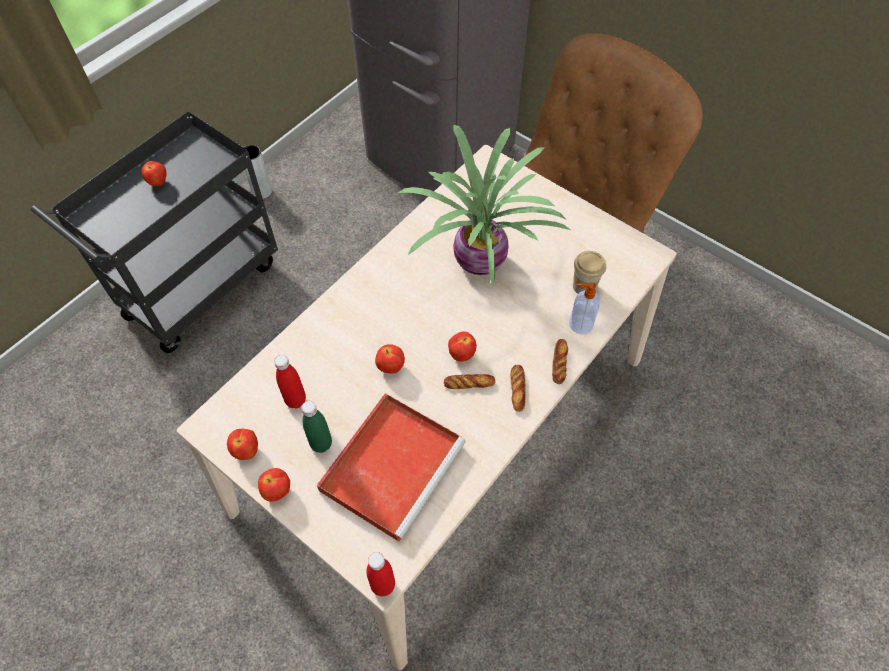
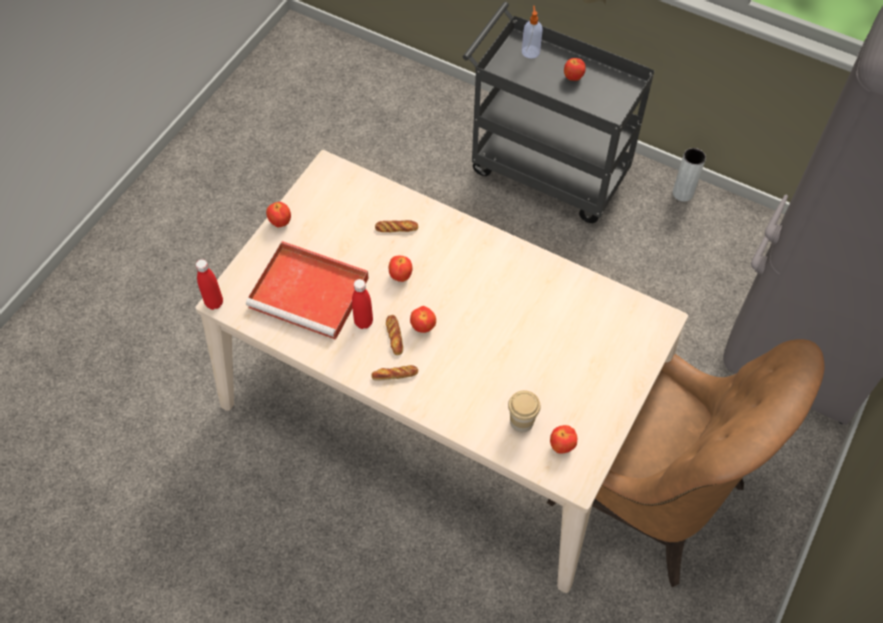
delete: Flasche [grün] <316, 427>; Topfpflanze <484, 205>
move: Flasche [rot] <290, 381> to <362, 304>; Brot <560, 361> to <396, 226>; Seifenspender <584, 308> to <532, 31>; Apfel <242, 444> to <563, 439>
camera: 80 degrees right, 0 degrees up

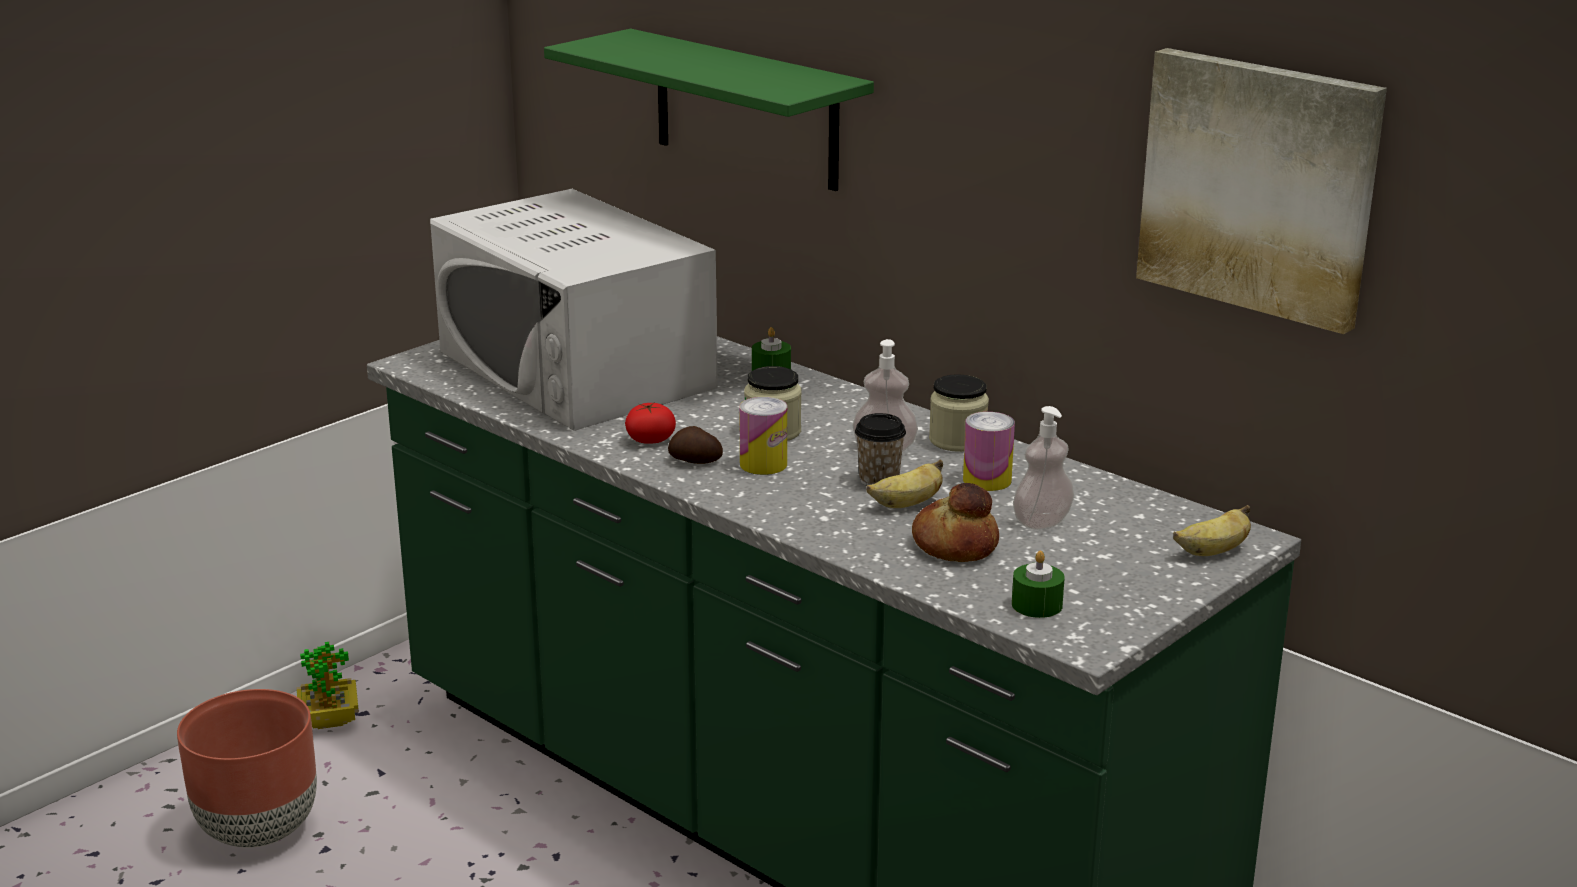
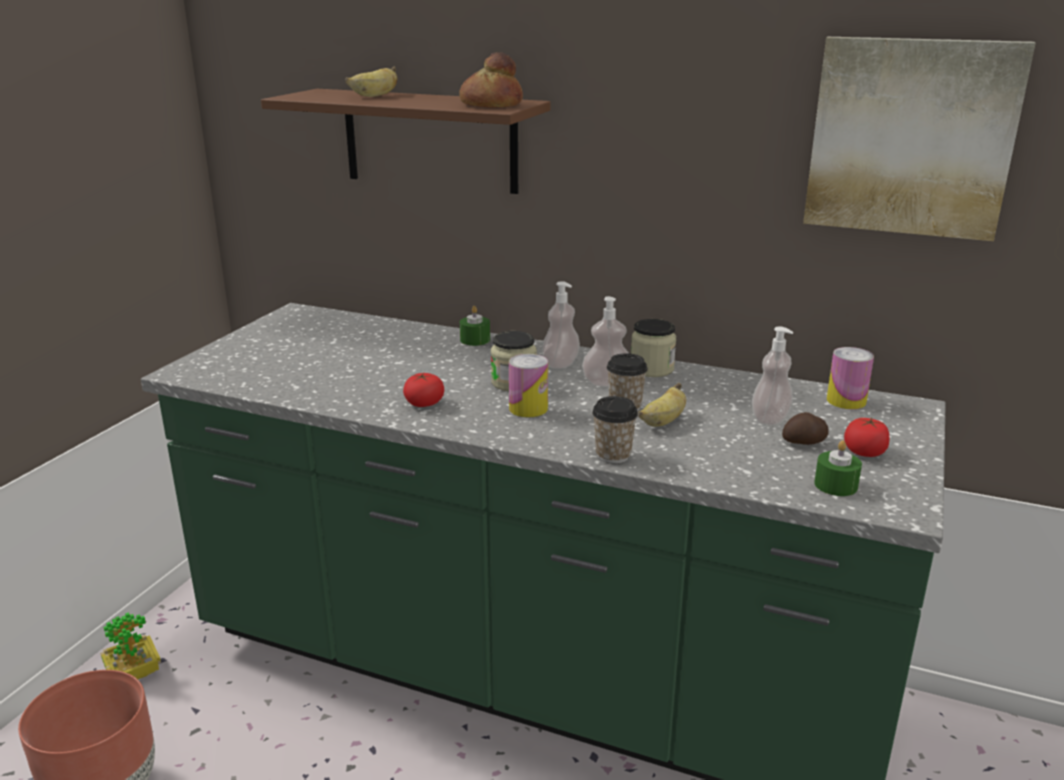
delete: Mikrowelle [weiß] <574, 310>
insert: Seifenspender <561, 325>; Tasse <615, 429>; Tomate <867, 437>
move: Banane <1212, 530> to <371, 82>; Brot <955, 522> to <491, 80>; Kartoffel <695, 445> to <805, 428>; Dose <989, 451> to <850, 378>
recolor: Wandregal [grün] <709, 110> to Wandregal [braun] <405, 141>
camera: 20 degrees left, 0 degrees up

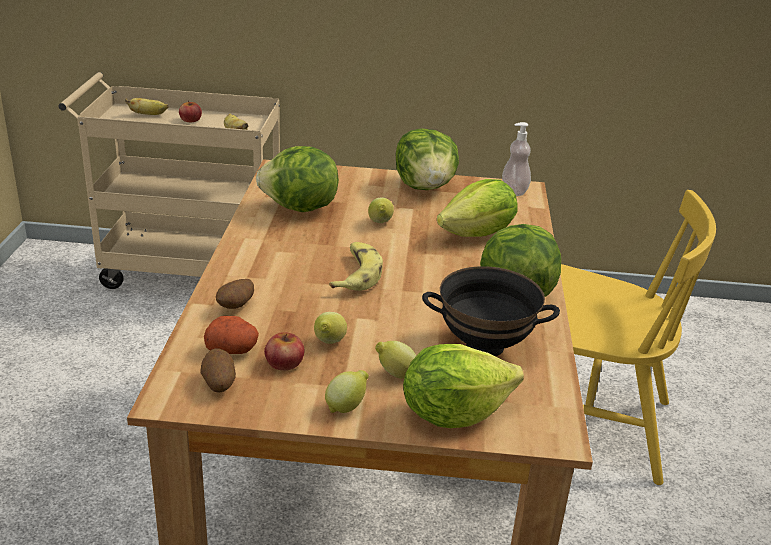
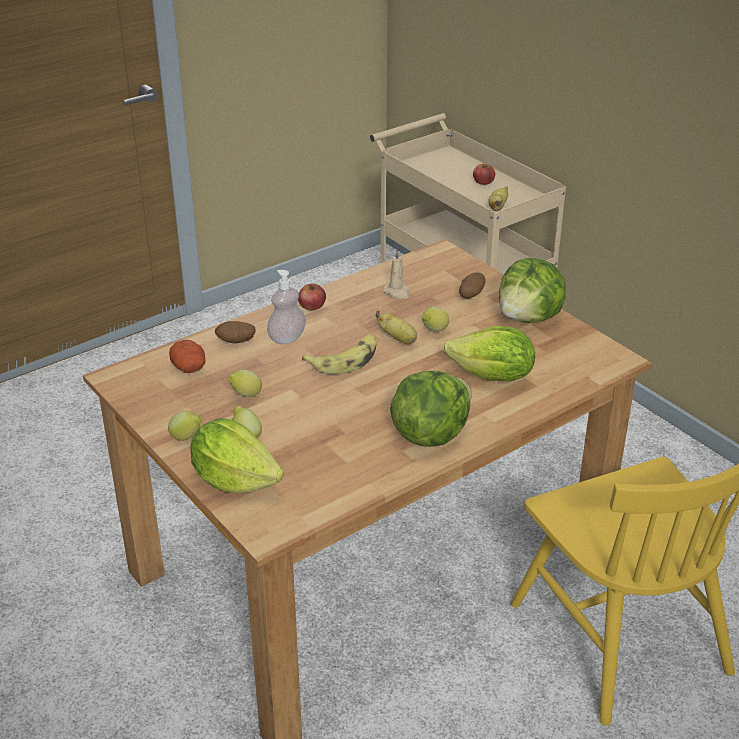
delete: Schüssel [schwarz] <491, 311>
move: Seifenspender <516, 159> to <286, 307>; Apfel <284, 351> to <312, 297>; Banane <146, 106> to <396, 327>; Kartoffel <218, 370> to <472, 285>
replace: Salatkopf <297, 179> to Kerze [beige] <396, 274>
camera: 50 degrees right, 5 degrees up

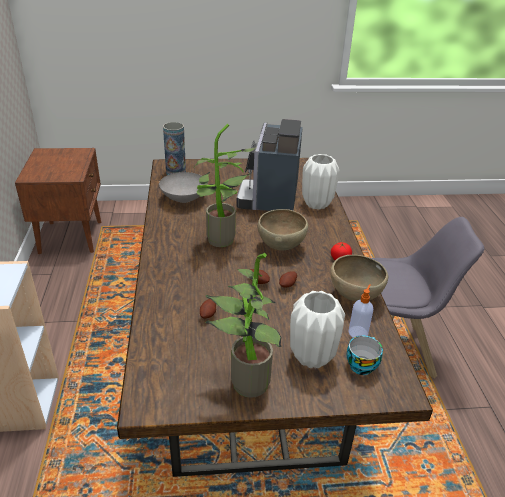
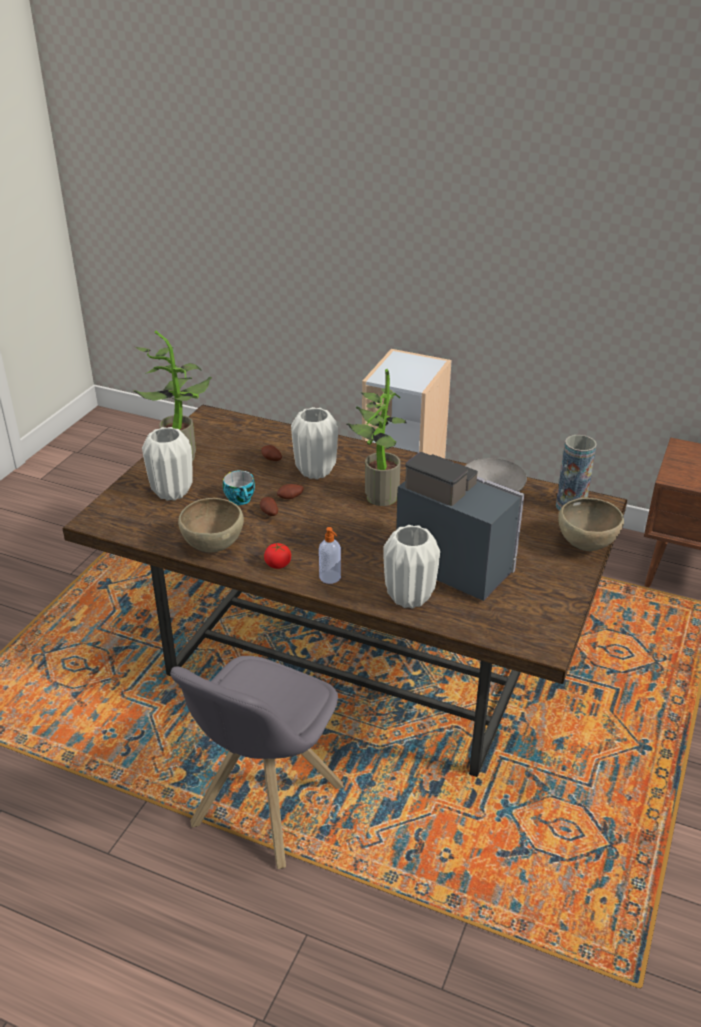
insert: Vase [weiß] <314, 443>
move: Tasse <364, 355> to <239, 487>; Seifenspender <360, 311> to <330, 555>; Schüssel [braun] <283, 230> to <591, 524>
camera: 120 degrees right, 0 degrees up

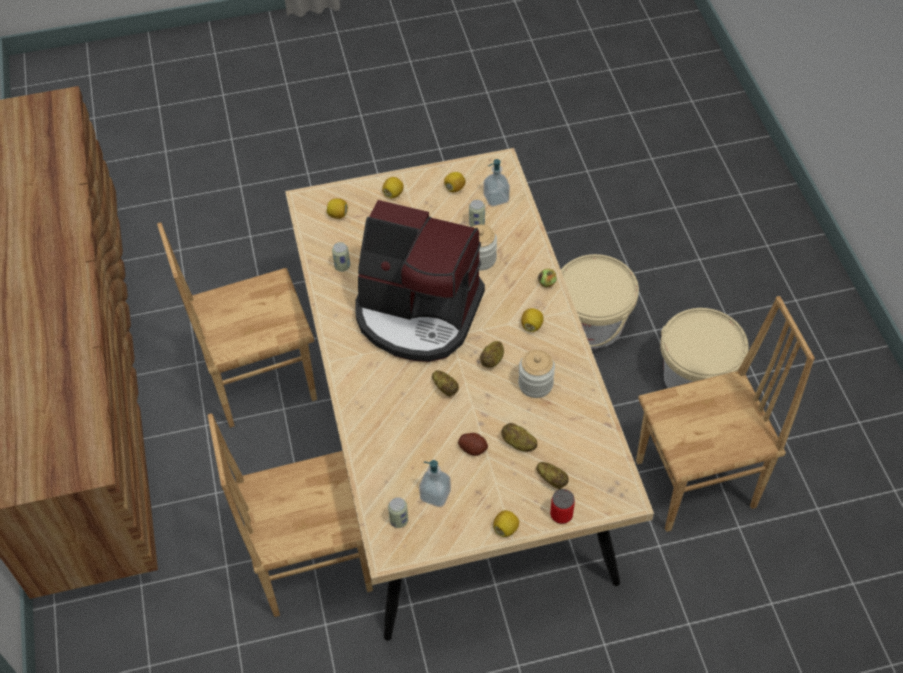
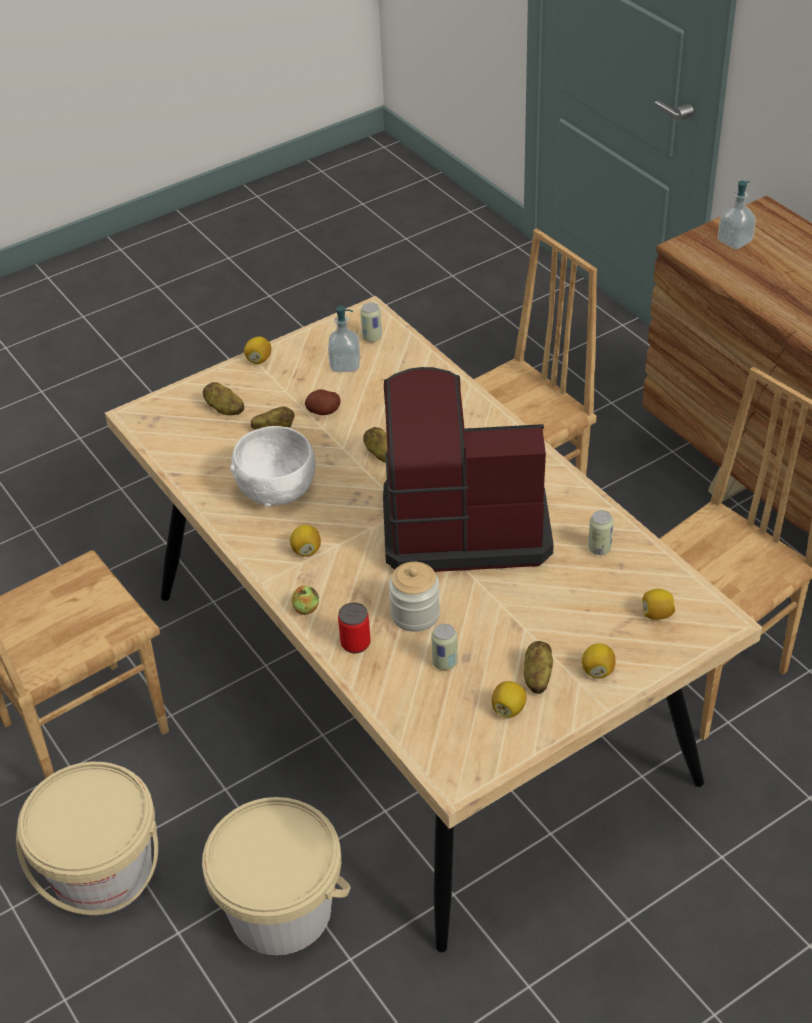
move: Dose <562, 506> to <354, 628>; Kartoffel <492, 354> to <538, 667>; Seifenspender <497, 182> to <736, 215>
replace: Vorratsglas <536, 374> to Schüssel [weiß] <272, 466>
camera: 160 degrees right, 10 degrees down

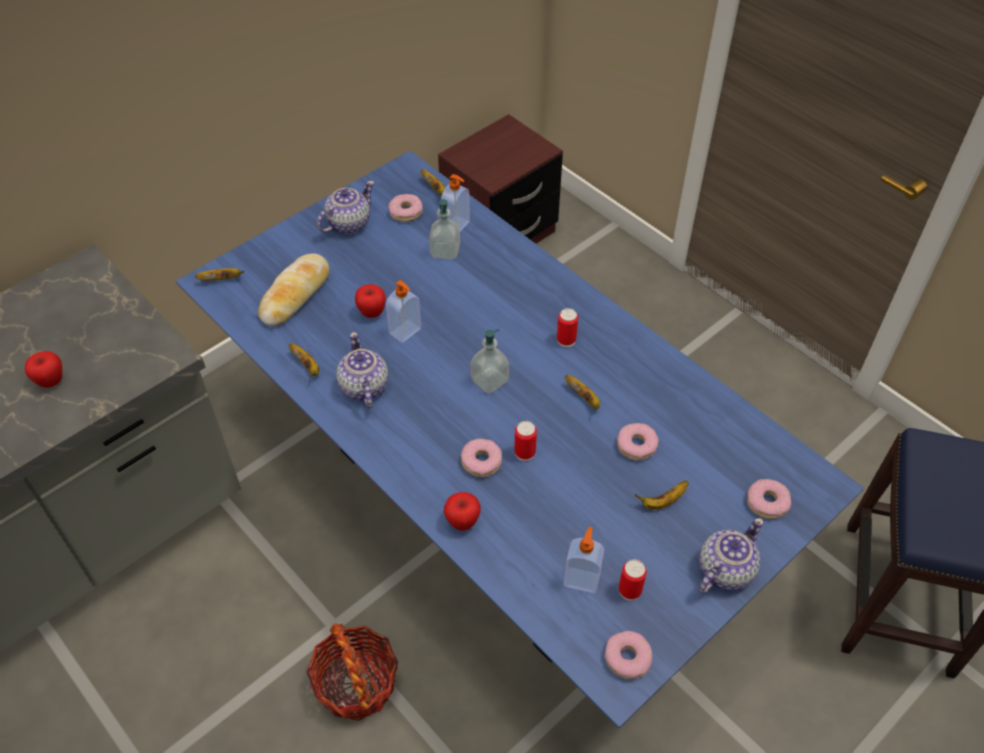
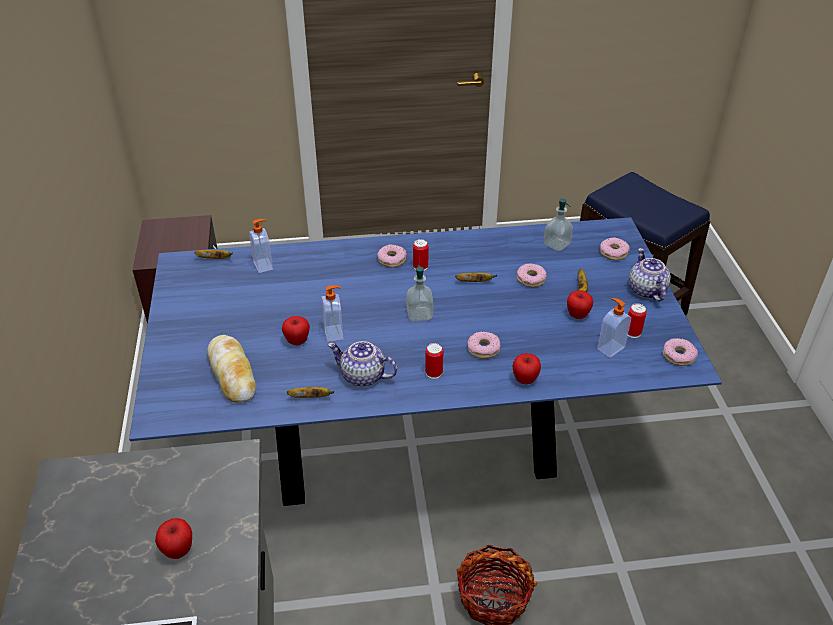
delete: Banane <219, 274>; Teekanne <345, 207>
insert: Apfel <580, 304>
move: Donut <405, 208> to <392, 256>; Dose <525, 441> to <434, 361>; Seifenspender <444, 229> to <558, 224>
camera: 55 degrees left, 10 degrees down

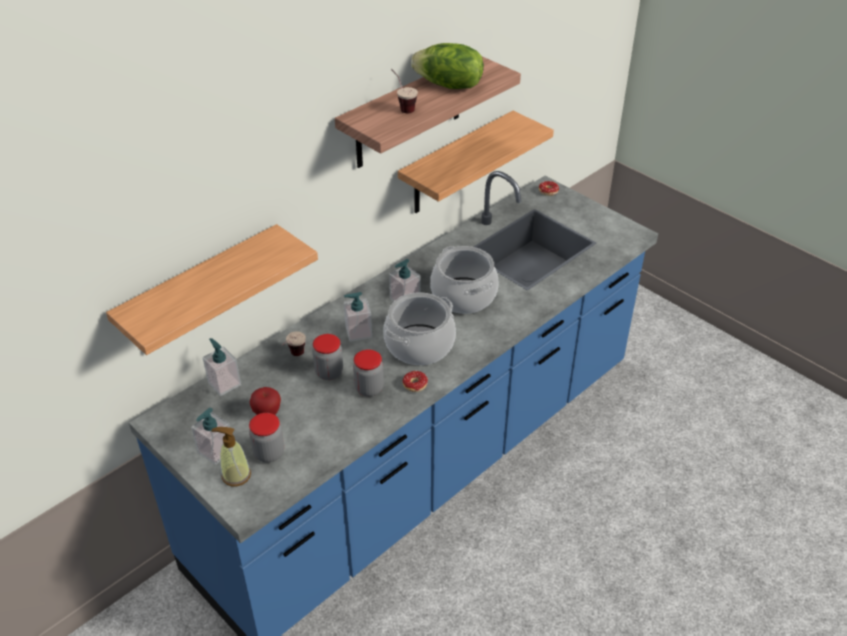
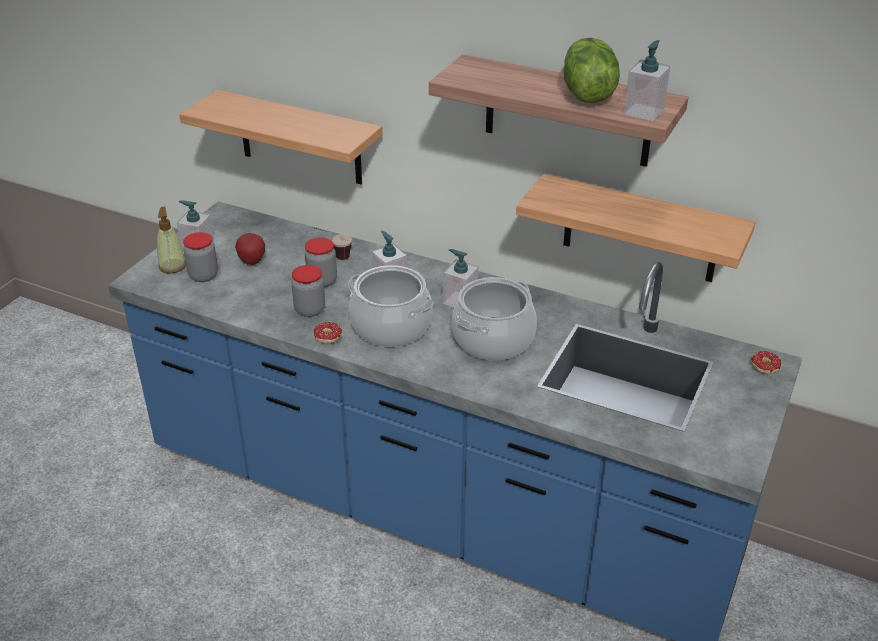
delete: Tasse <404, 90>
move: Seifenspender <221, 367> to <647, 80>
camera: 70 degrees right, 5 degrees down

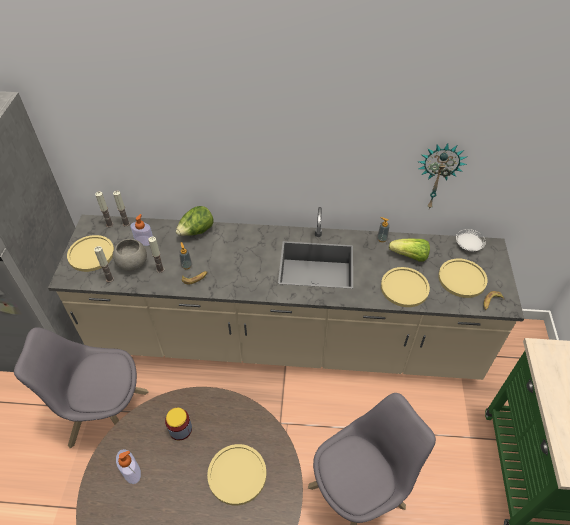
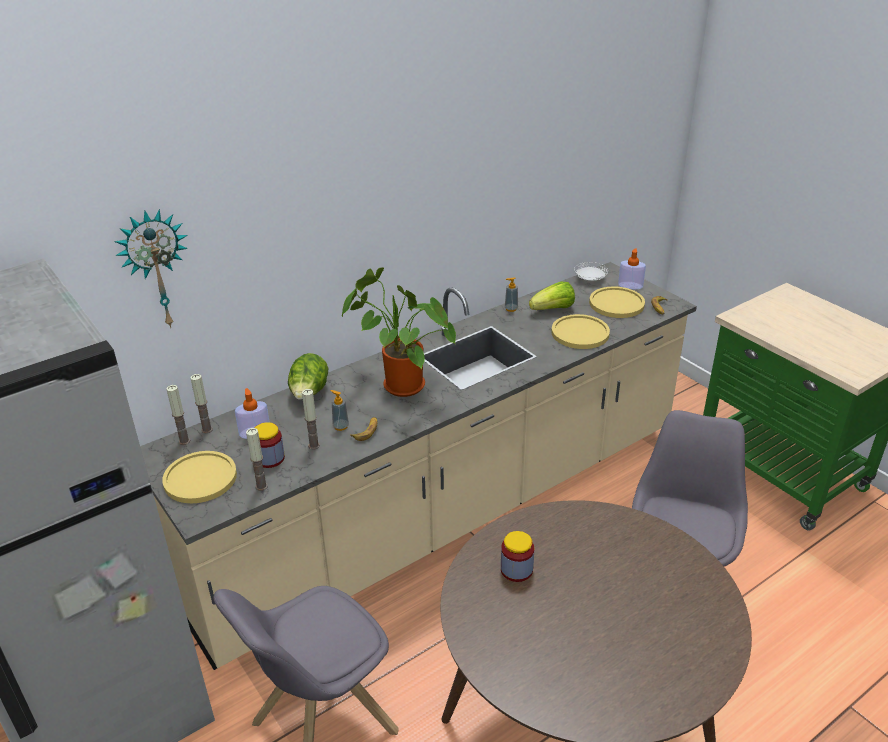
delete: Teller [gelb] <237, 474>
insert: Topfpflanze <399, 332>
move: Wanduhr <443, 176> to <151, 268>; Seifenspender <128, 466> to <632, 268>
replace: Schüssel [grau] <130, 255> to Vorratsglas <270, 445>
camera: 40 degrees left, 15 degrees down

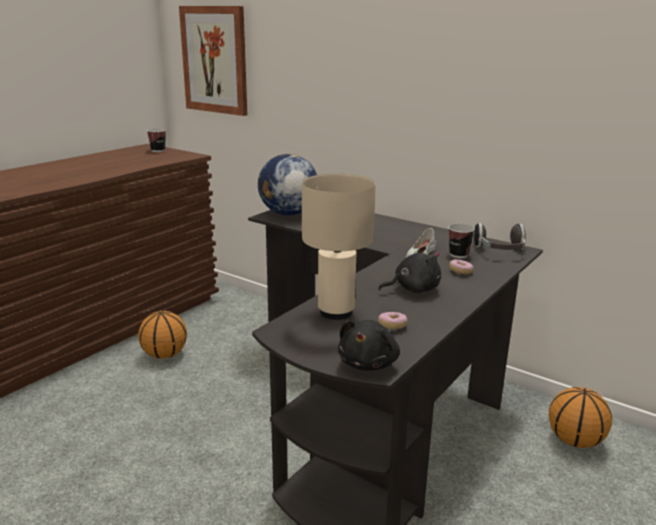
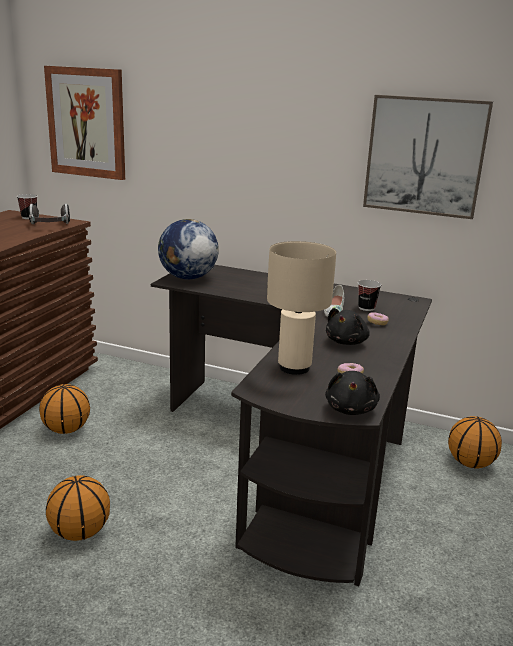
insert: Basketball <78, 508>; Bild <428, 157>
move: Kopfhörer <500, 236> to <49, 213>
rotate: Plüschtier [schwarz] <409, 269> = <348, 326> 150 degrees clockwise
camera: 15 degrees left, 0 degrees up

